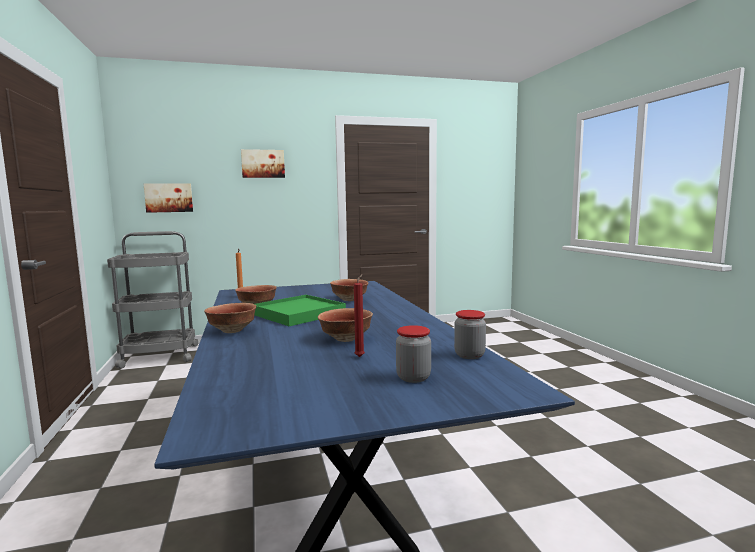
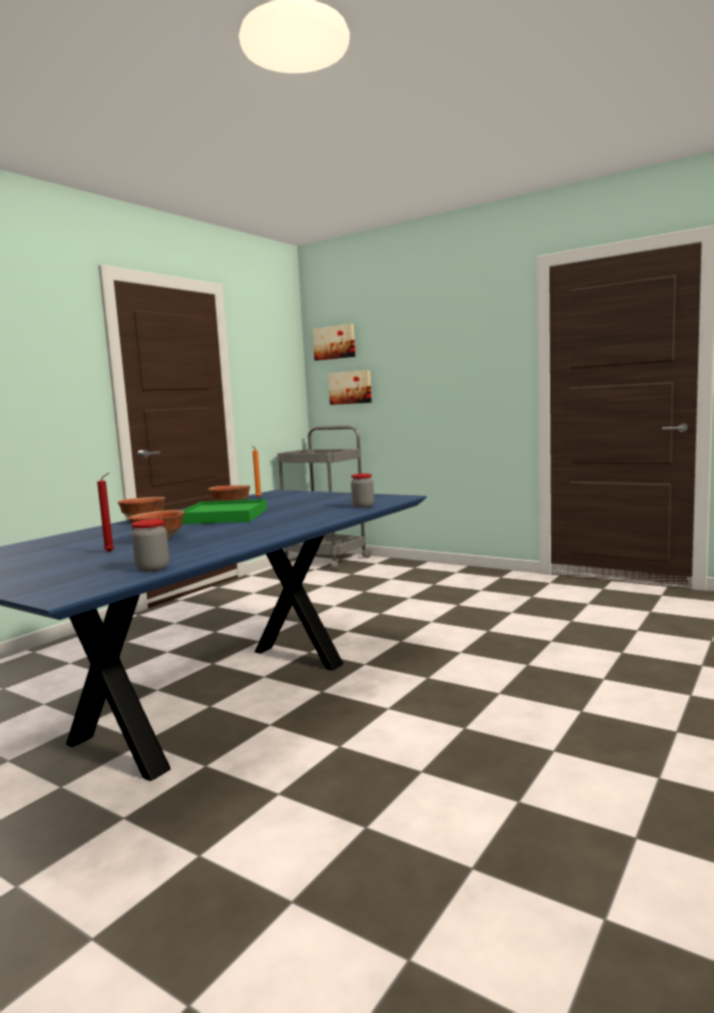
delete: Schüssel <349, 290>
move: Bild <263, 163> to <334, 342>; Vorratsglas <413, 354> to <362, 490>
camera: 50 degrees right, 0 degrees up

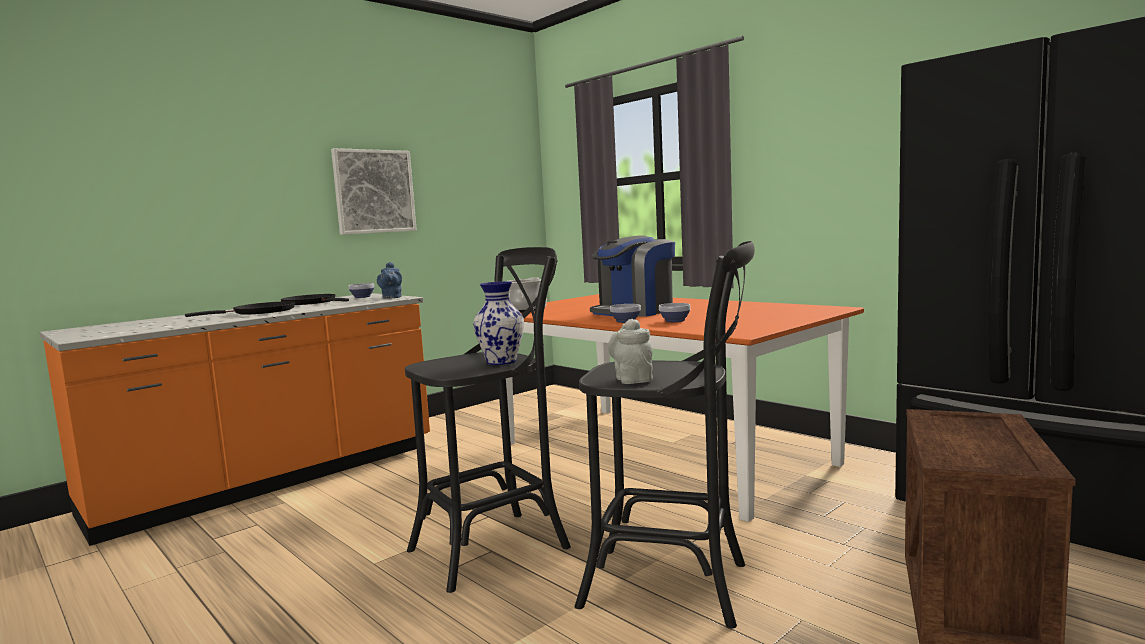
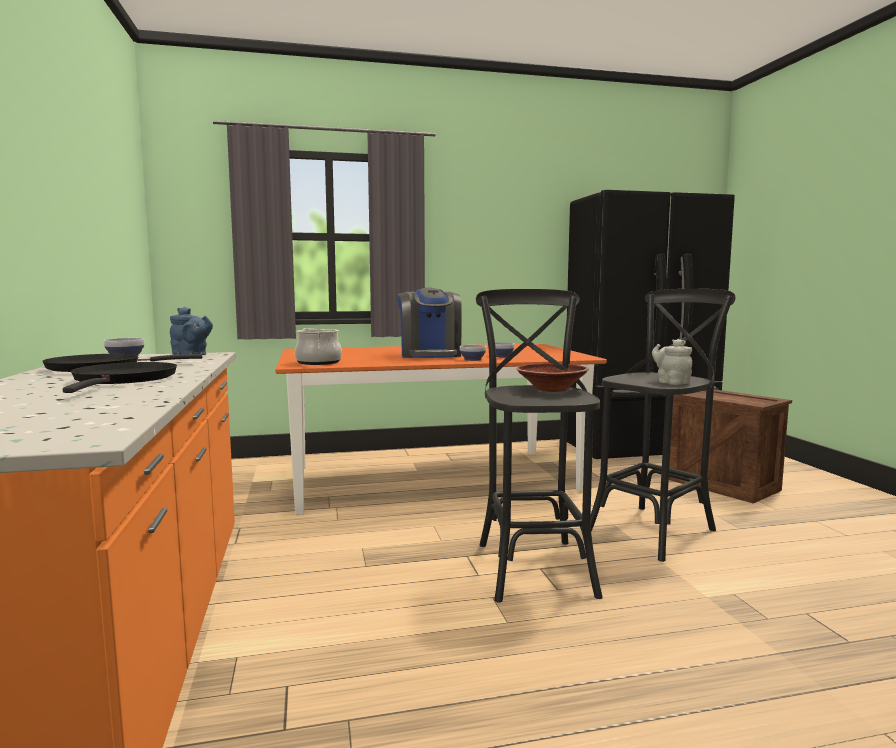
delete: Bild <374, 191>
replace: Vase <498, 323> to Schüssel [braun] <552, 377>
rotate: Teekanne [grau] <630, 351> = <672, 362> 45 degrees clockwise
camera: 60 degrees left, 0 degrees up

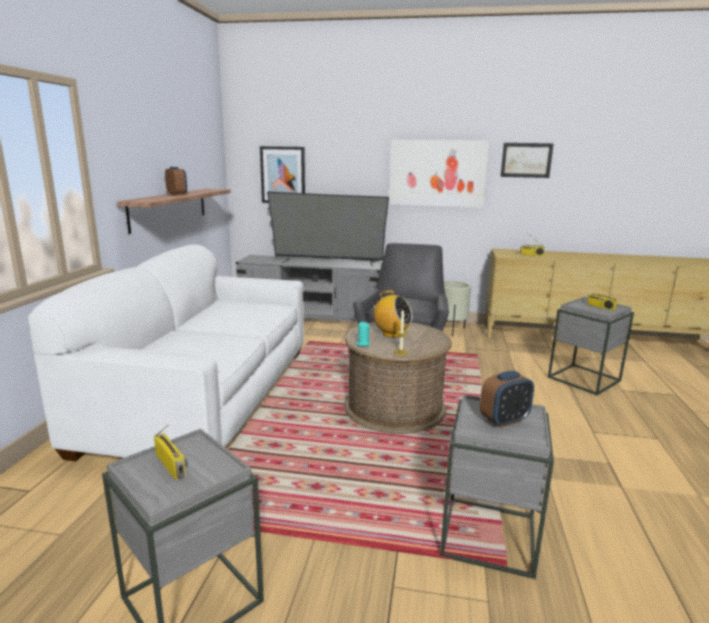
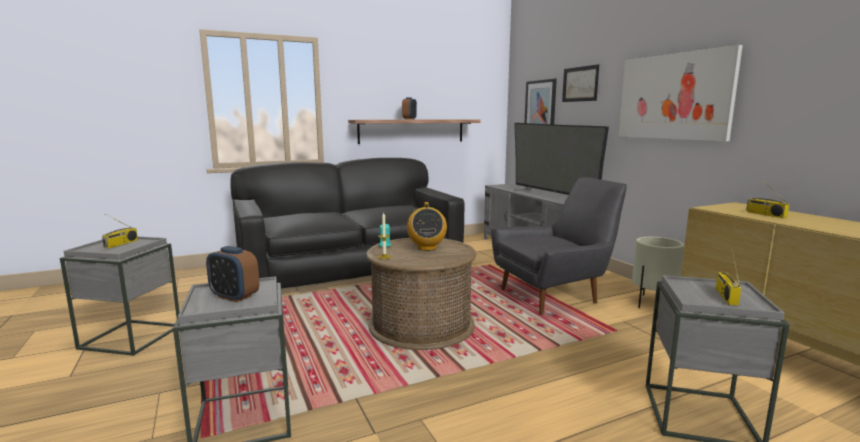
move: Bild <527, 160> to <580, 83>
recolor: Sofa [weiß] <166, 353> to Sofa [schwarz] <347, 223>
camera: 55 degrees right, 5 degrees down

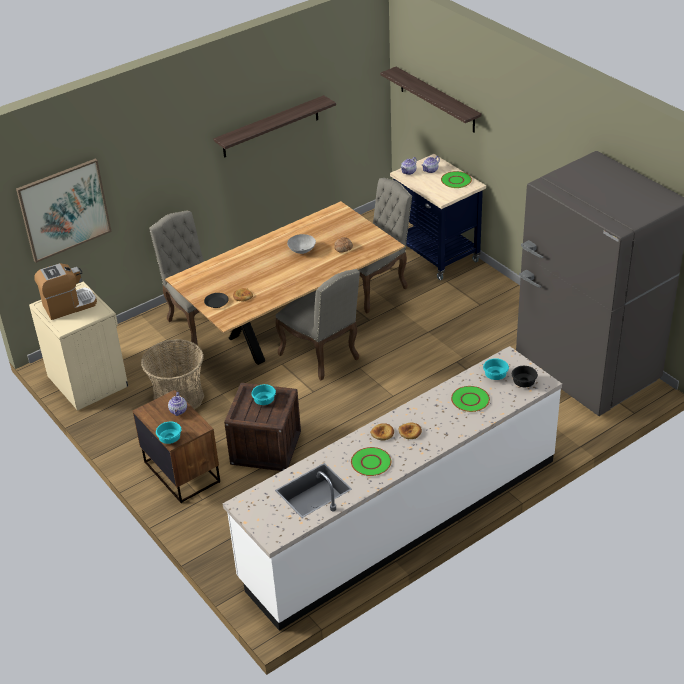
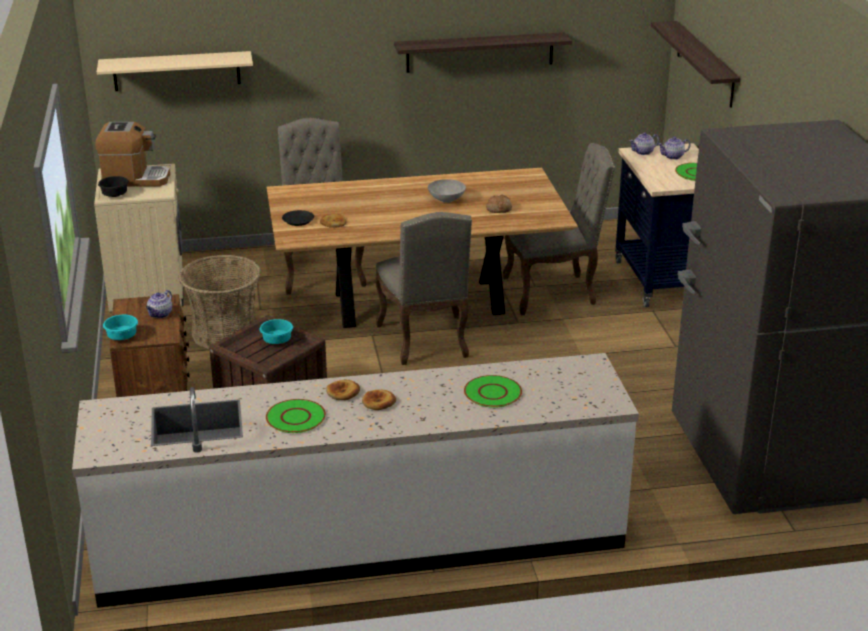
delete: Schüssel [türkis] <496, 369>
move: Schüssel [schwarz] <525, 376> to <113, 186>
replace: Bild <63, 210> to Wandregal [beige] <175, 71>
camera: 25 degrees right, 10 degrees down

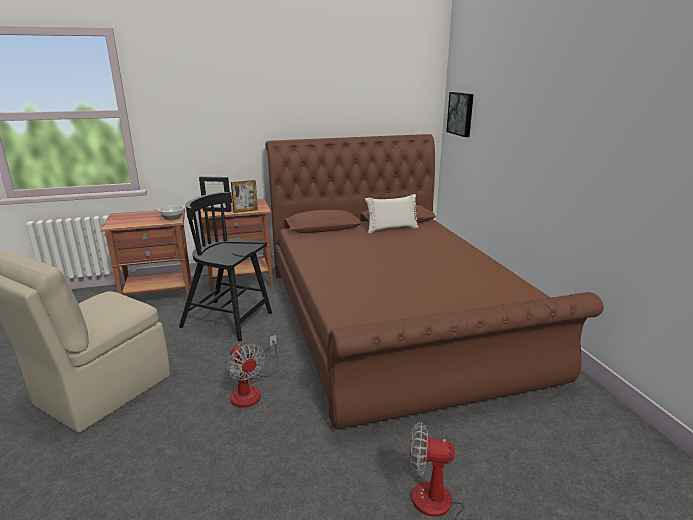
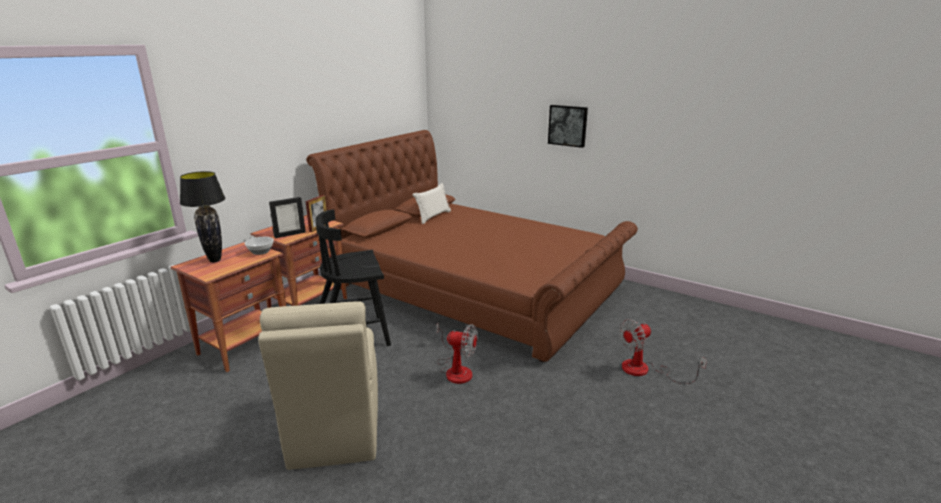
insert: Tischlampe [schwarz] <202, 216>
move: Bild <460, 114> to <568, 126>
camera: 40 degrees left, 0 degrees up

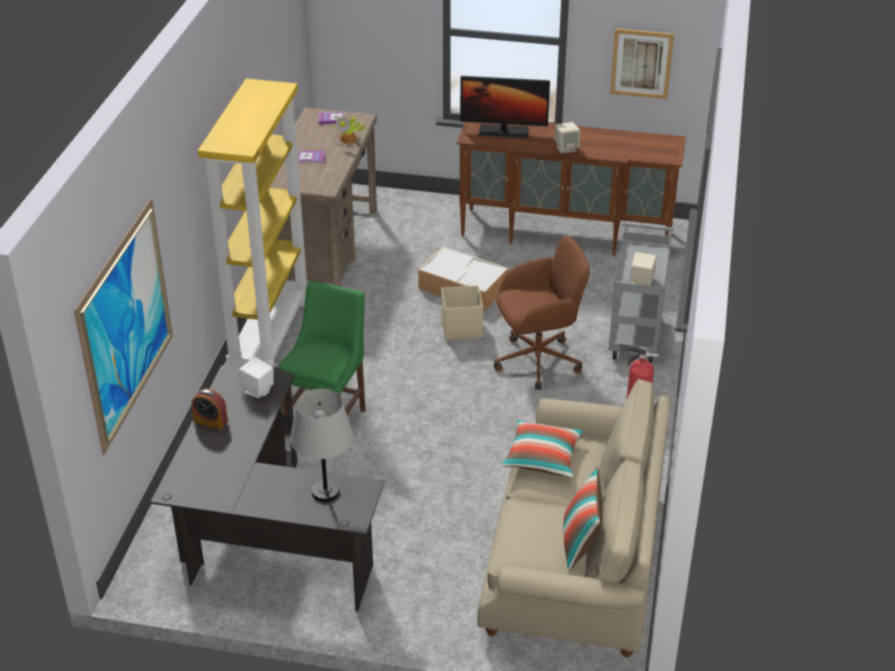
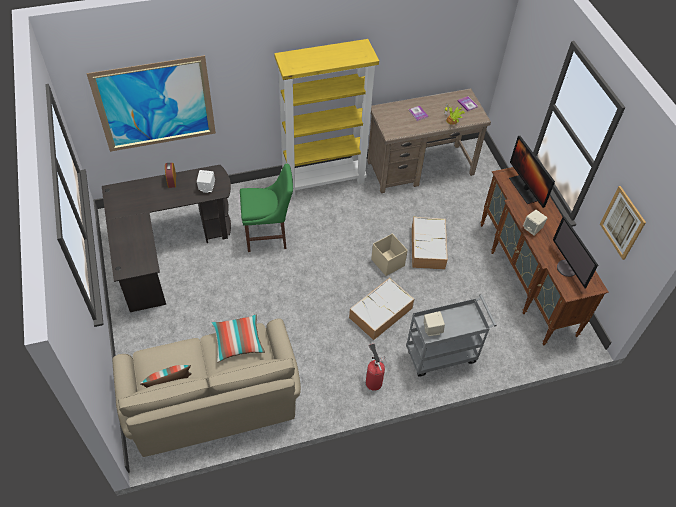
delete: Tischlampe [grau] <322, 445>
insert: Monitor <575, 252>
replace: Bürostuhl [braun] <542, 312> to Aufbewahrungsbox <381, 309>
camera: 60 degrees right, 15 degrees up

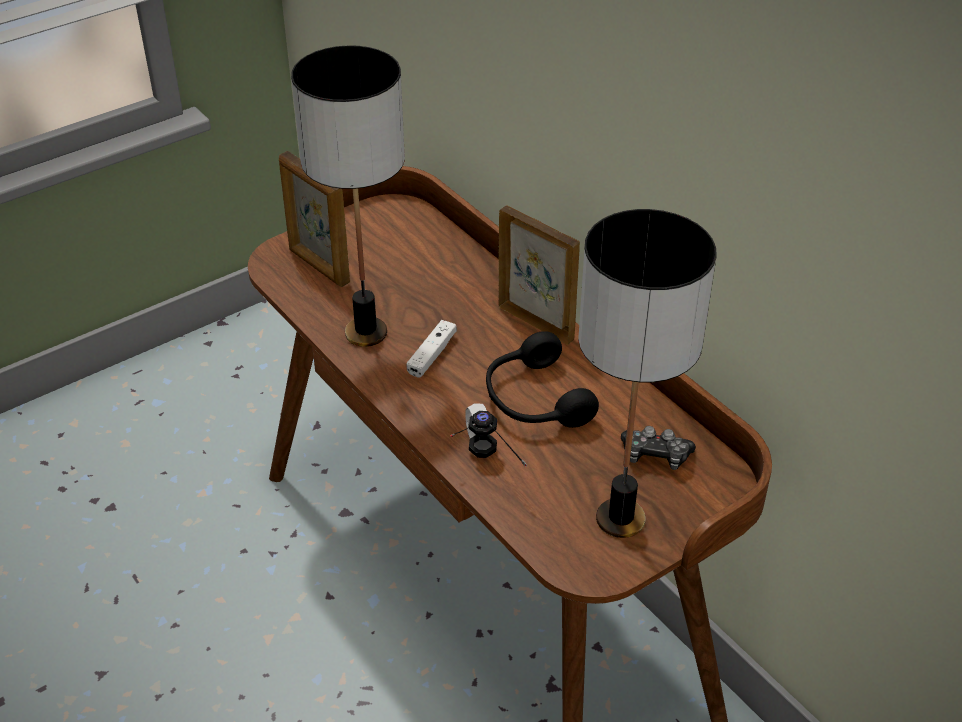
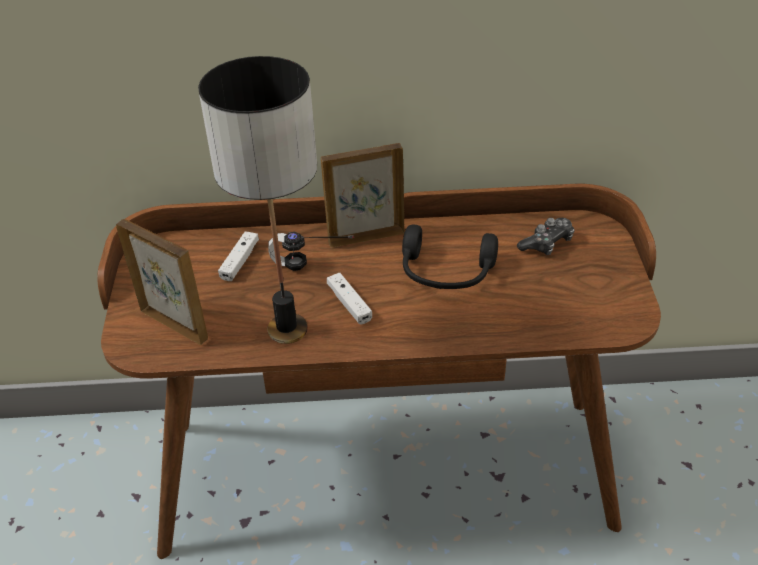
delete: Tischlampe <647, 373>
insert: Gamepad [weiß] <238, 256>
move: Kopfhörer <488, 435> to <311, 251>
rotate: Bilderrahmen <314, 219> = <162, 282> 135 degrees counterclockwise
camera: 55 degrees left, 0 degrees up

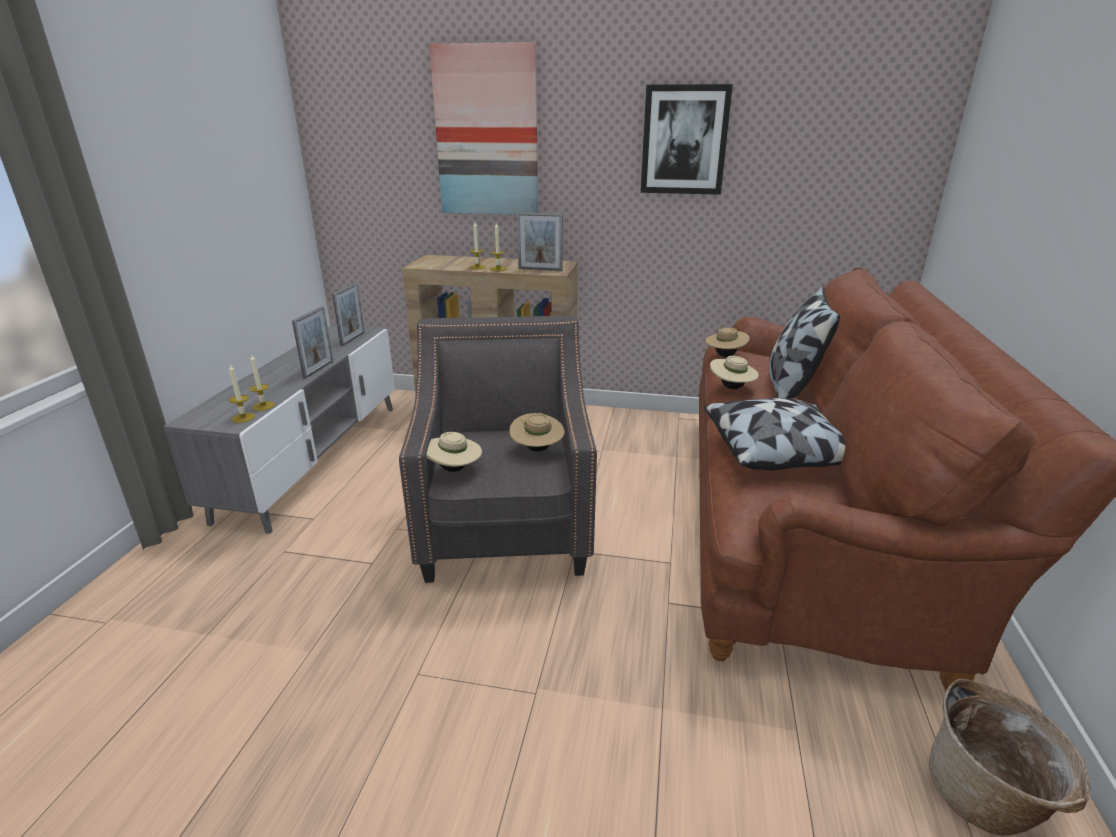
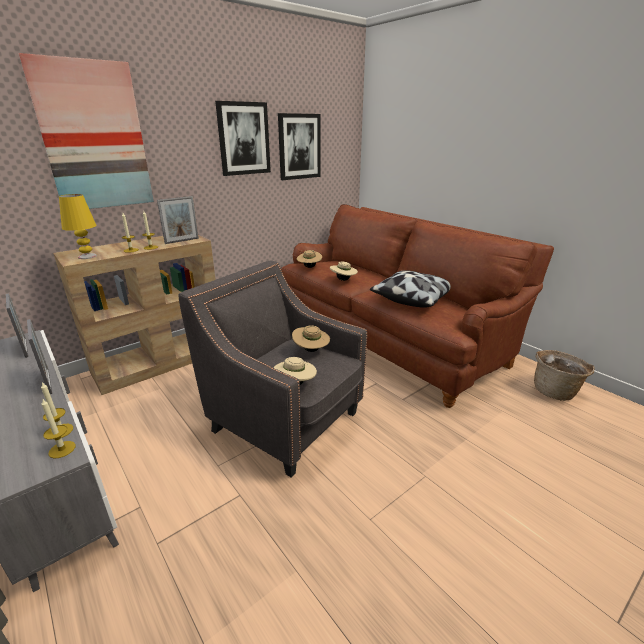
delete: Kissen <804, 342>
insert: Tischlampe [gelb] <78, 226>; Bild <299, 146>
camera: 50 degrees left, 0 degrees up

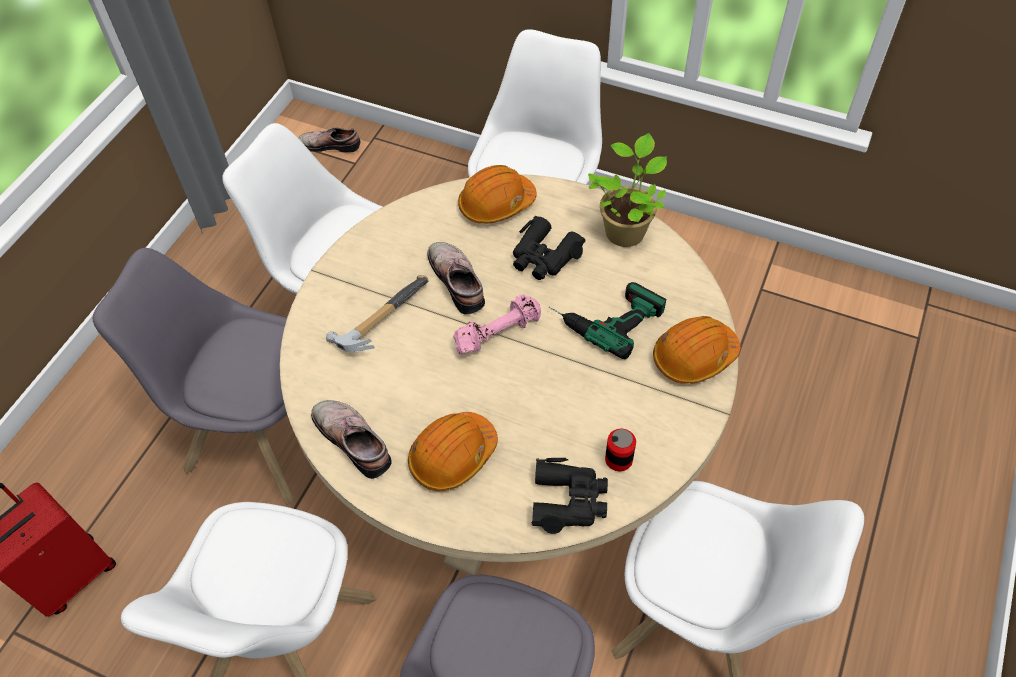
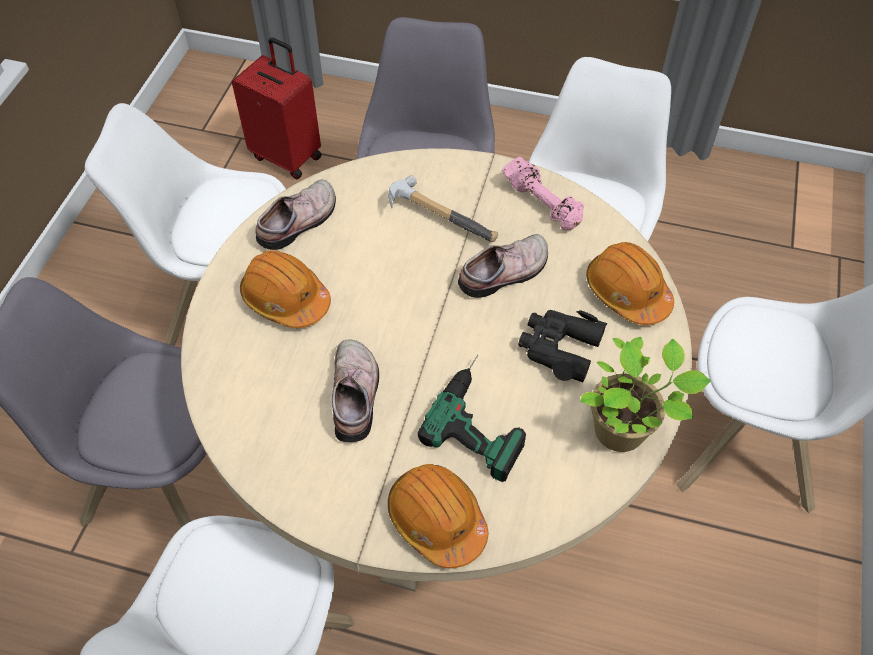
delete: Fernglas [schwarz] <570, 496>; Dose <620, 450>
move: Schuh <329, 140> to <355, 390>; Hantel [rosa] <497, 324> to <543, 193>
camera: 80 degrees right, 0 degrees up

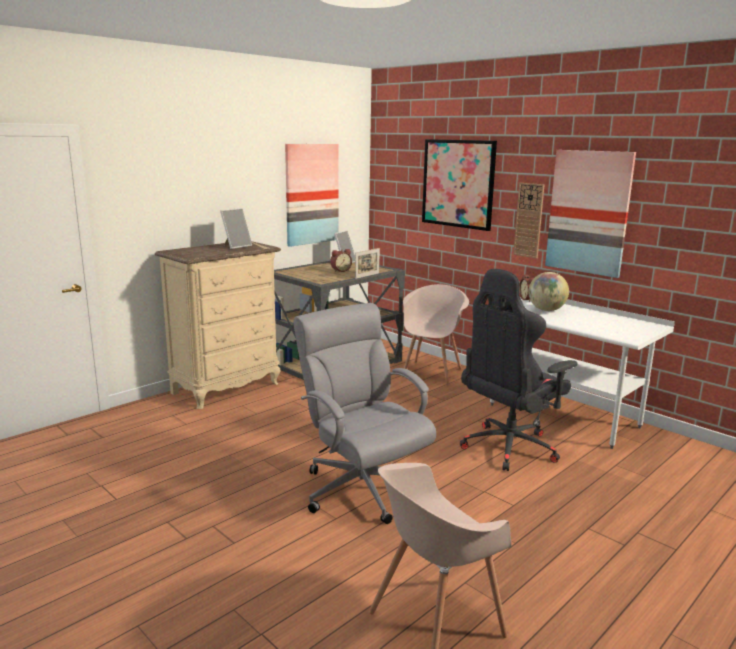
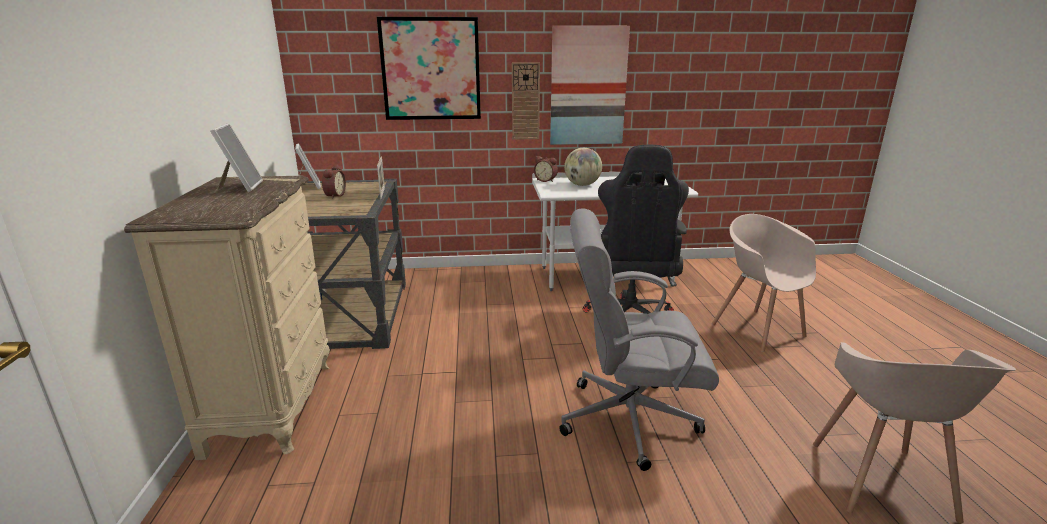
delete: Bild <312, 195>
move: Stuhl [beige] <435, 334> to <763, 283>
camera: 50 degrees left, 5 degrees up

